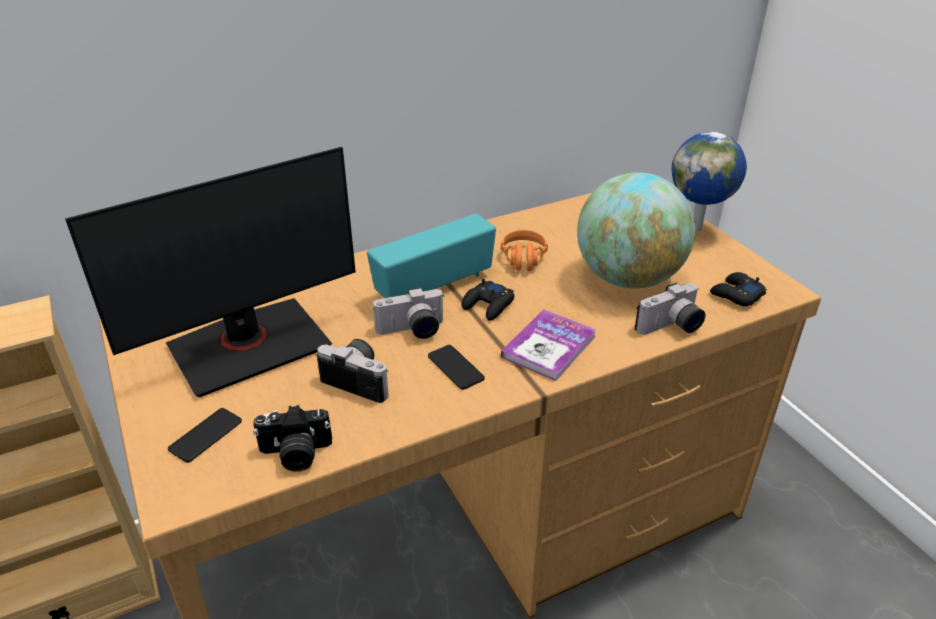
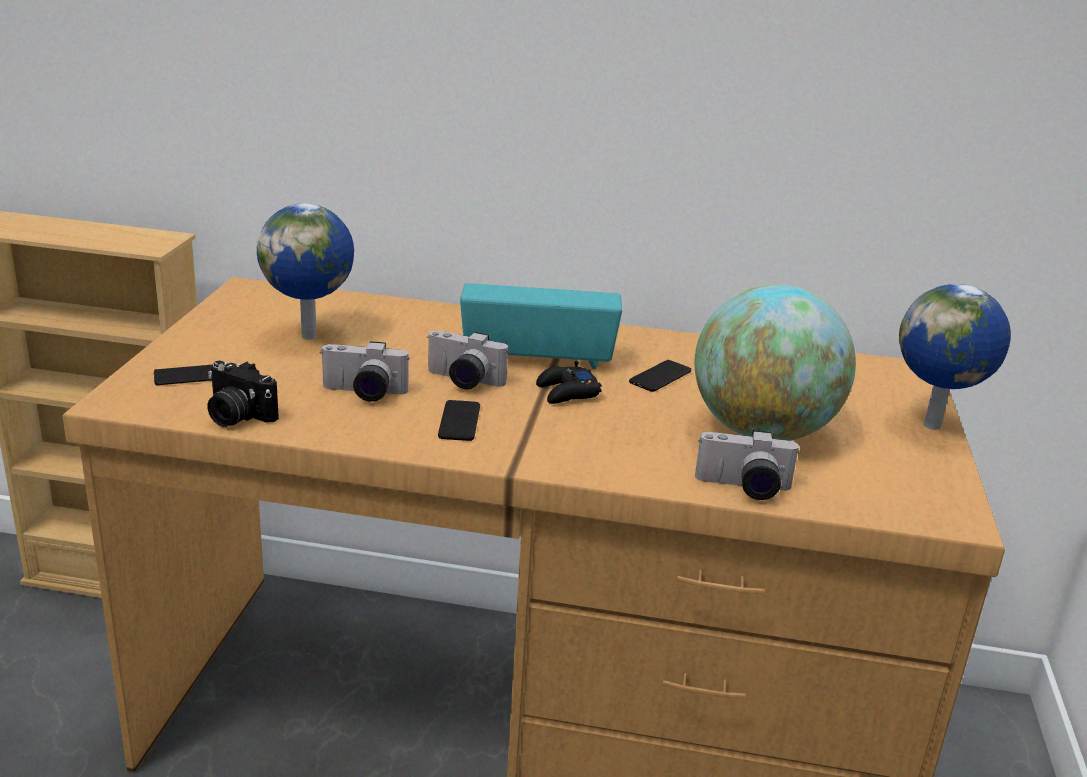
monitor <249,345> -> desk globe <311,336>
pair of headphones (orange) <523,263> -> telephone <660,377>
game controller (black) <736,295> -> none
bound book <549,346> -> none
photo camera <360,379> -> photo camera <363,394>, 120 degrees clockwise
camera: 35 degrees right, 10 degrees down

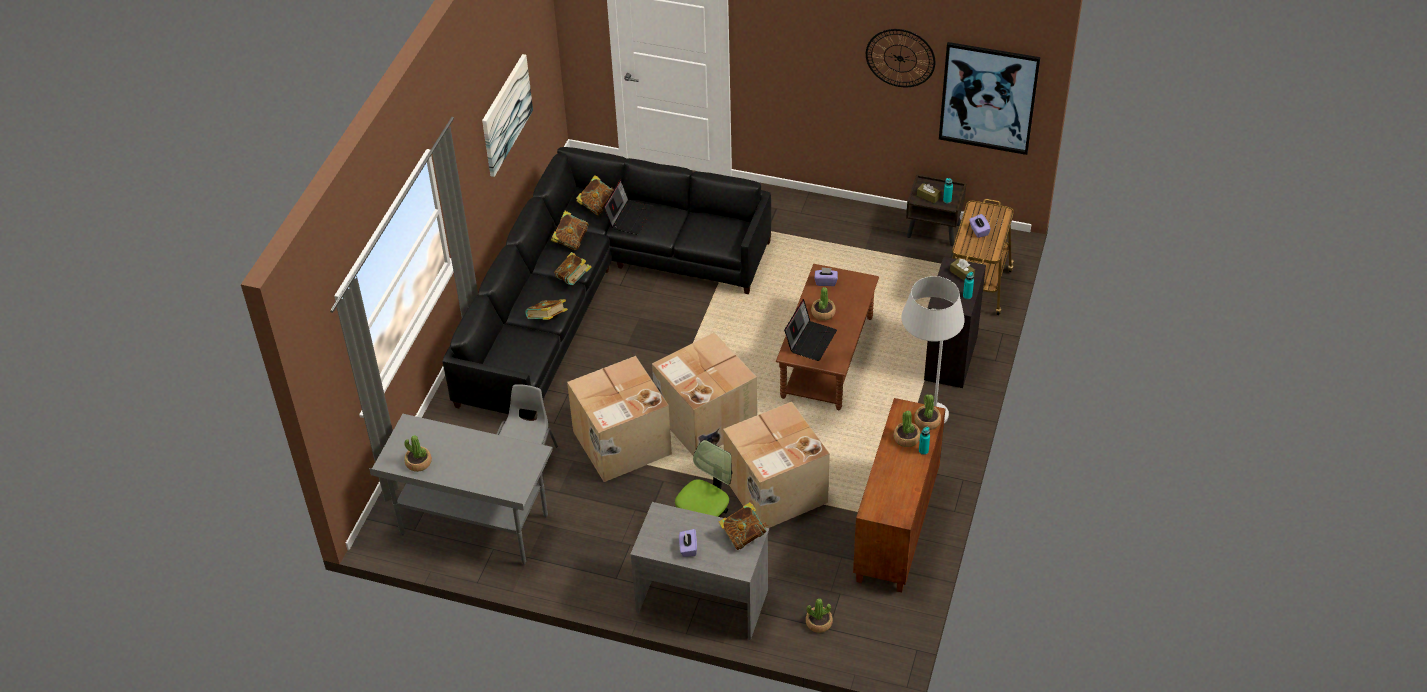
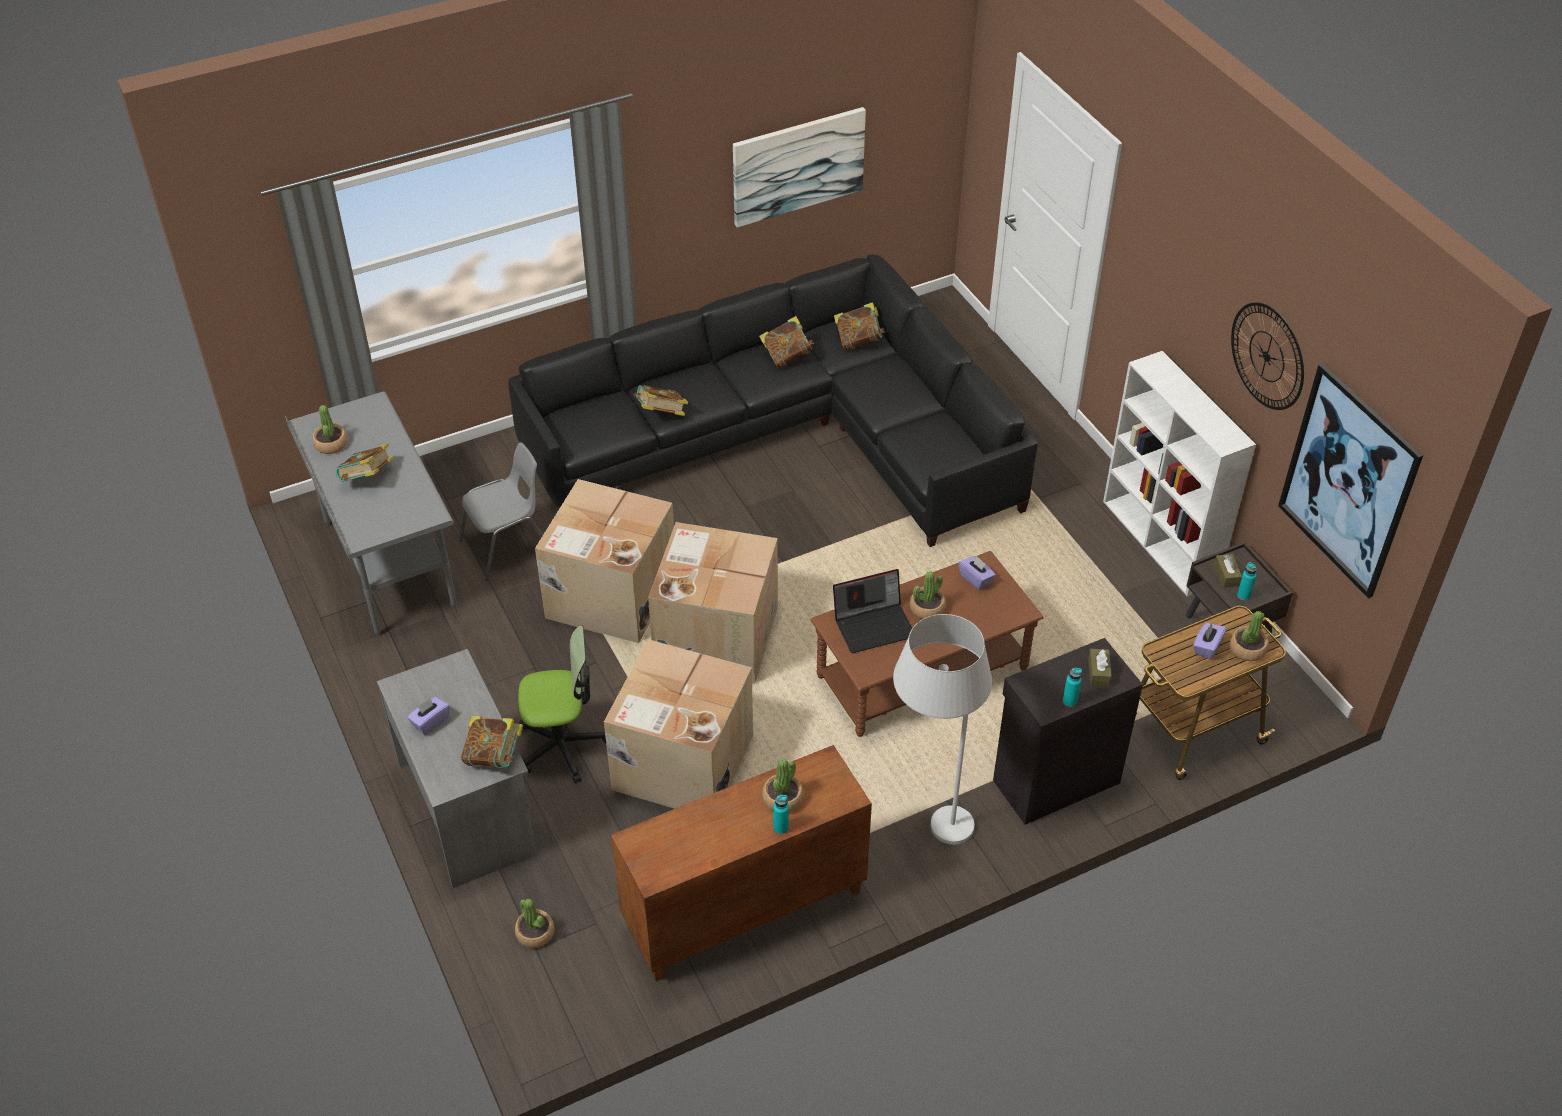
laptop <629,217> -> none
bound book <573,279> -> bound book <367,479>, relocated
potted plant <927,421> -> potted plant <1247,649>, relocated
none -> bookcase (white-coloured) <1161,542>
camera: 45 degrees right, 0 degrees up

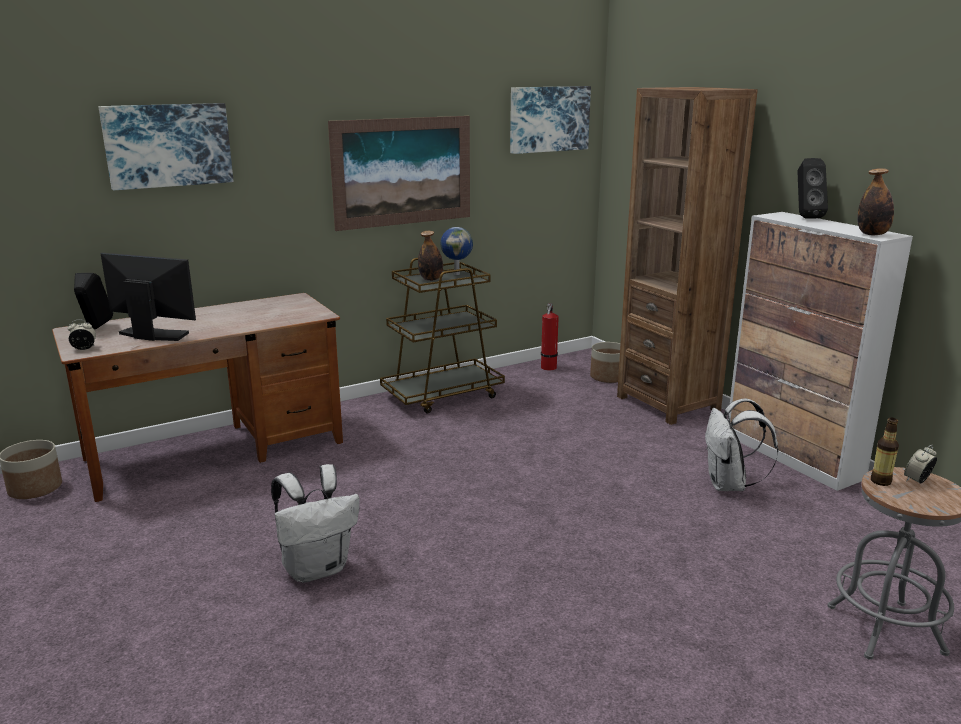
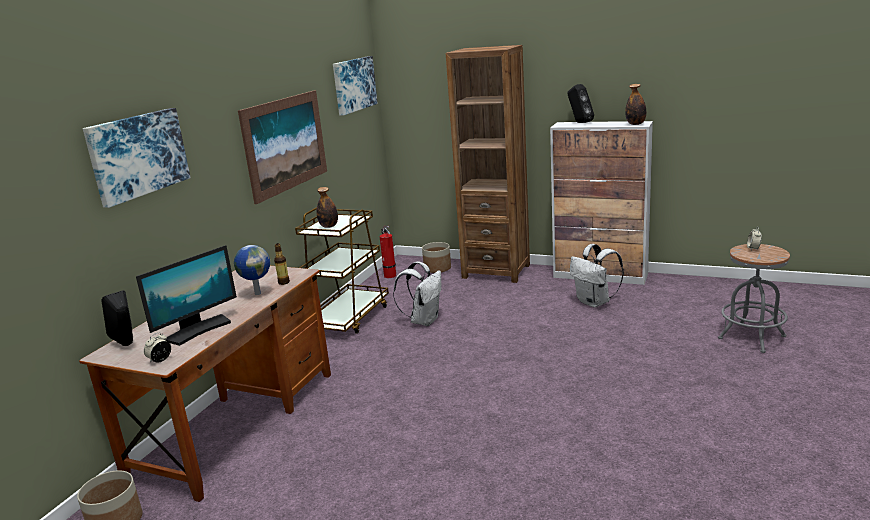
desk globe <457,274> -> desk globe <257,293>, relocated
monitor <153,335> -> monitor <198,330>, 150 degrees clockwise
drink bottle <880,481> -> drink bottle <283,282>, relocated
backpack (white-coloured) <317,568> -> backpack (white-coloured) <424,320>, relocated
camera: 35 degrees left, 0 degrees up

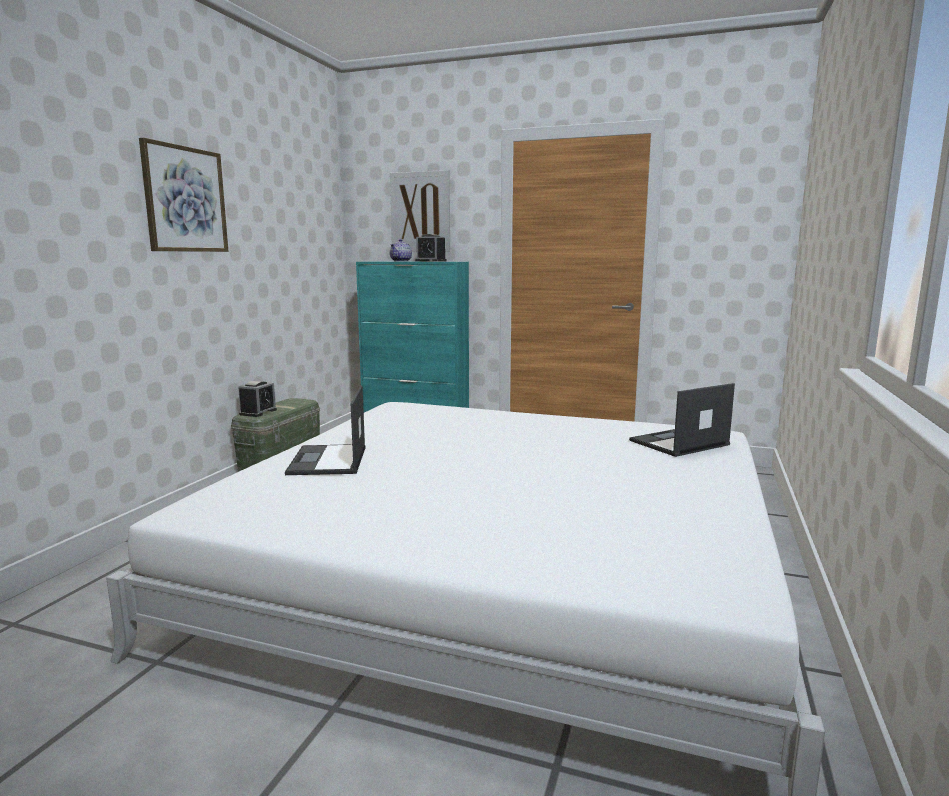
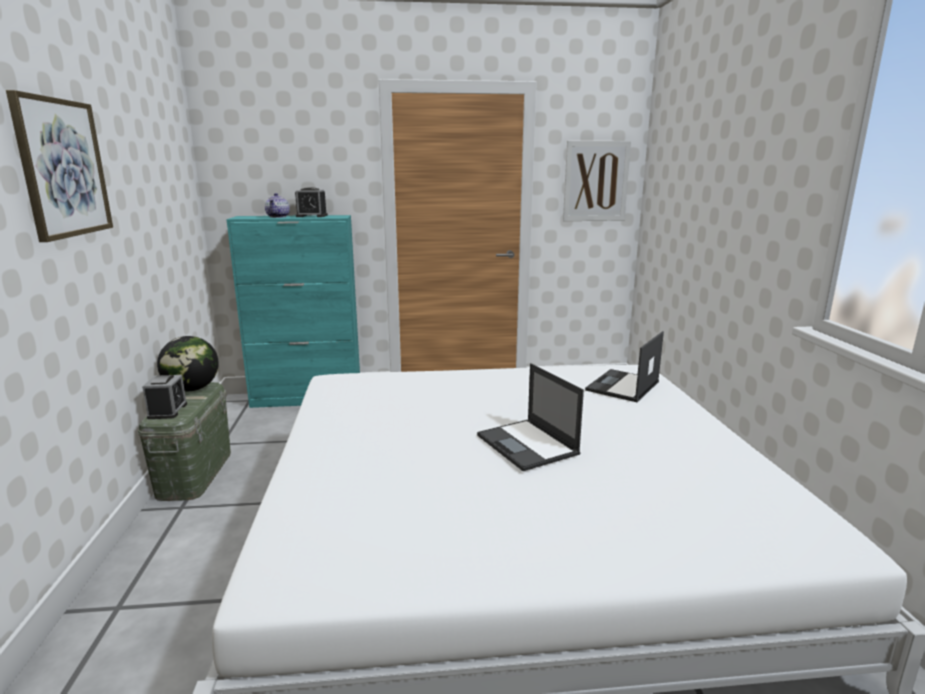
wall picture <420,212> -> wall picture <596,181>, relocated
laptop <328,461> -> laptop <528,445>, relocated
none -> desk globe <192,389>
camera: 25 degrees left, 5 degrees up

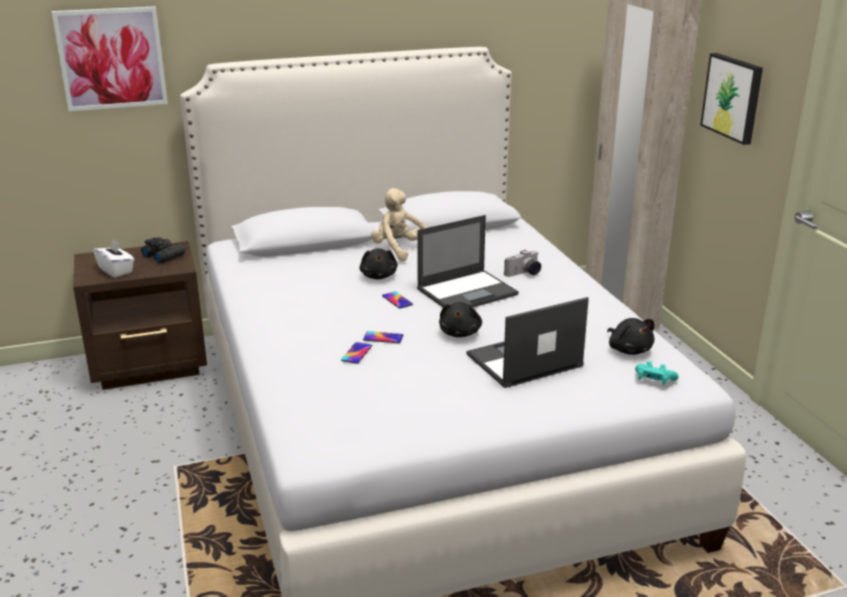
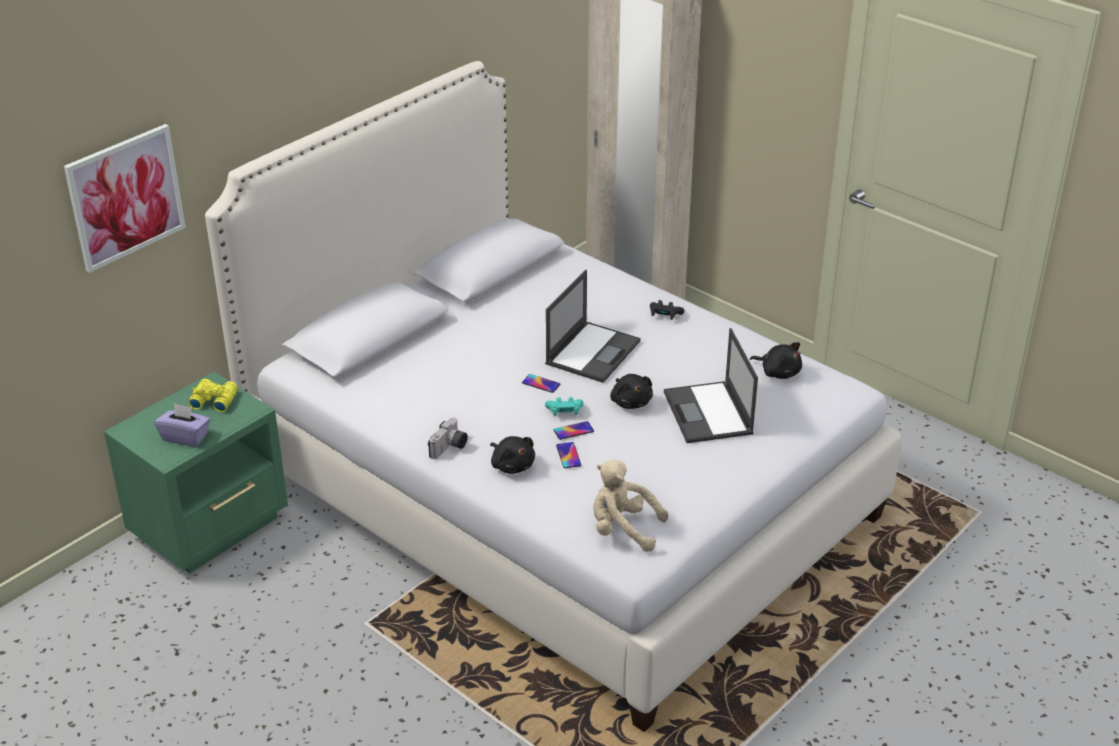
wall picture <733,97> -> none
soft toy (sand-coloured) <399,250> -> soft toy (sand-coloured) <623,529>, relocated
binoculars (black) <164,256> -> binoculars (yellow) <213,400>
box of tissues (white-coloured) <116,270> -> box of tissues (purplish) <185,437>
bedside table (brownish) <151,366> -> bedside table (greenish) <212,527>
soft toy (black) <379,276> -> soft toy (black) <512,465>, relocated
photo camera <524,274> -> photo camera <450,448>, relocated
laptop <523,361> -> laptop <708,413>, 45 degrees counterclockwise
game controller (turquoise-coloured) <654,380> -> game controller (turquoise-coloured) <564,412>, relocated
none -> game controller (black) <664,315>
camera: 30 degrees left, 10 degrees up

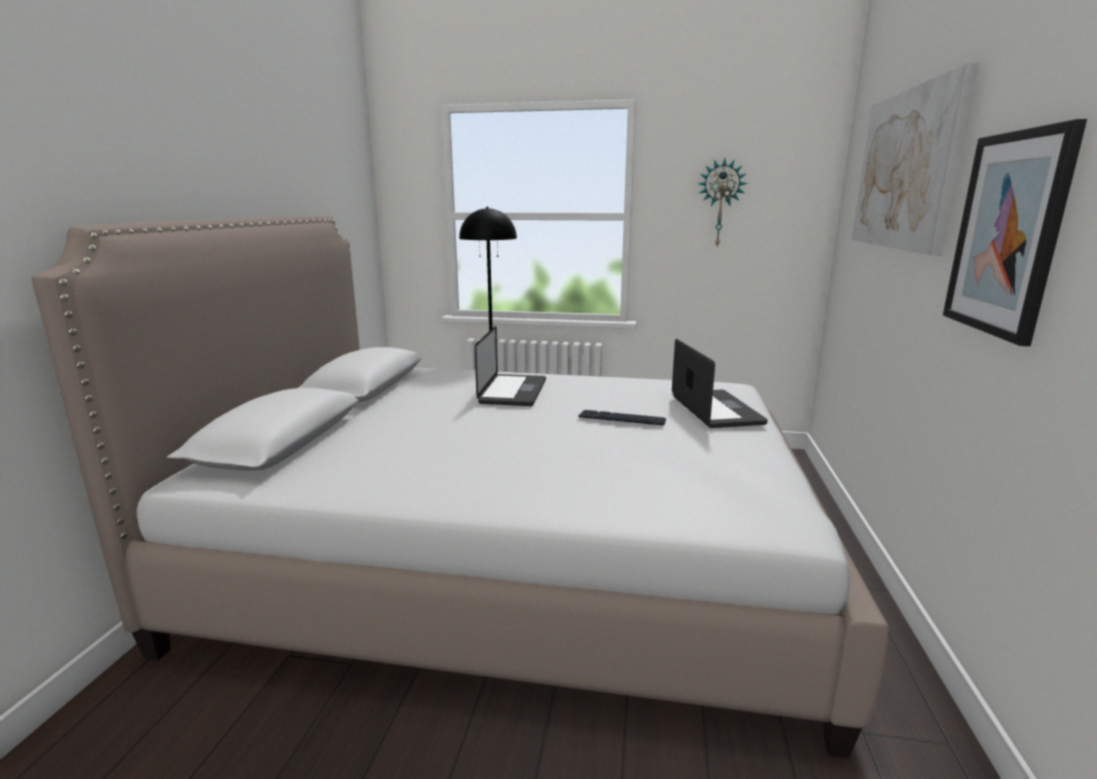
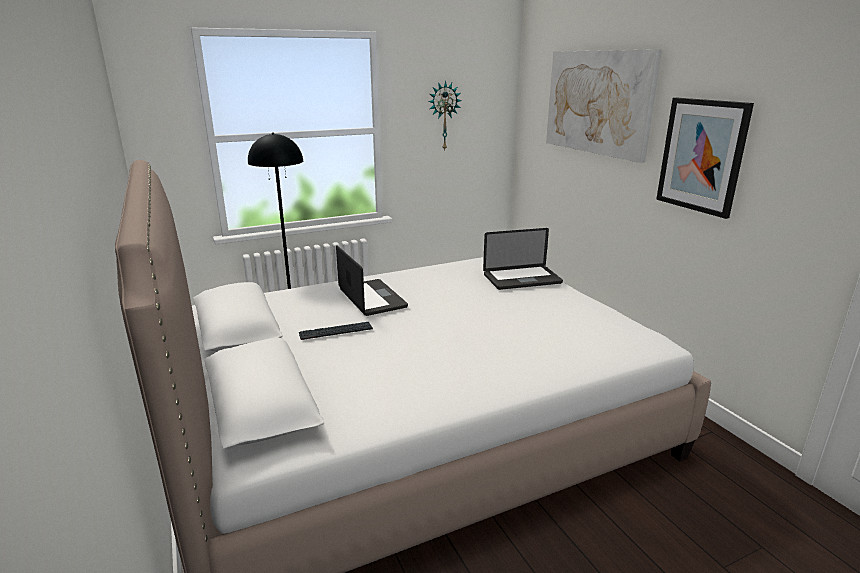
laptop <715,410> -> laptop <522,279>, 120 degrees clockwise
keyboard <622,419> -> keyboard <336,332>, relocated
camera: 35 degrees left, 5 degrees up

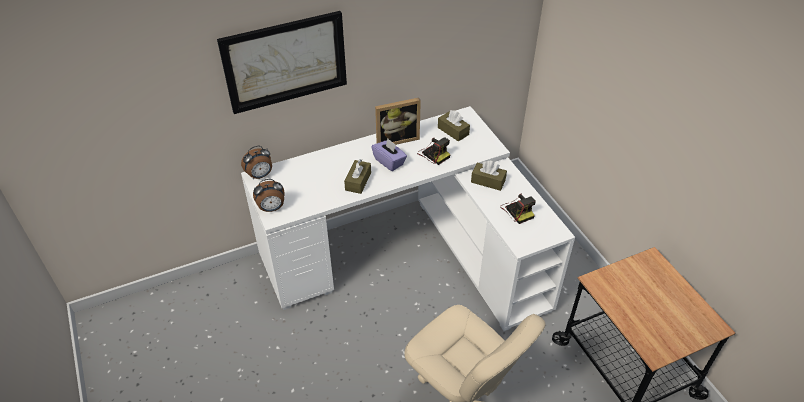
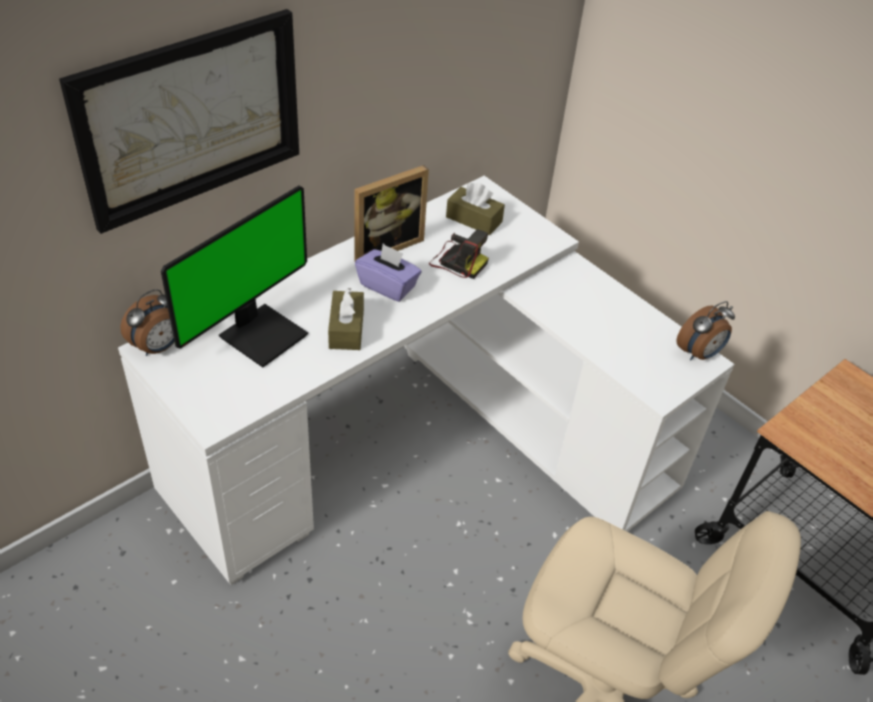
box of tissues (brownish) <488,181> -> none
table clock <271,208> -> table clock <699,354>, relocated
photo camera <517,210> -> none
none -> monitor <261,334>
camera: 20 degrees left, 0 degrees up

